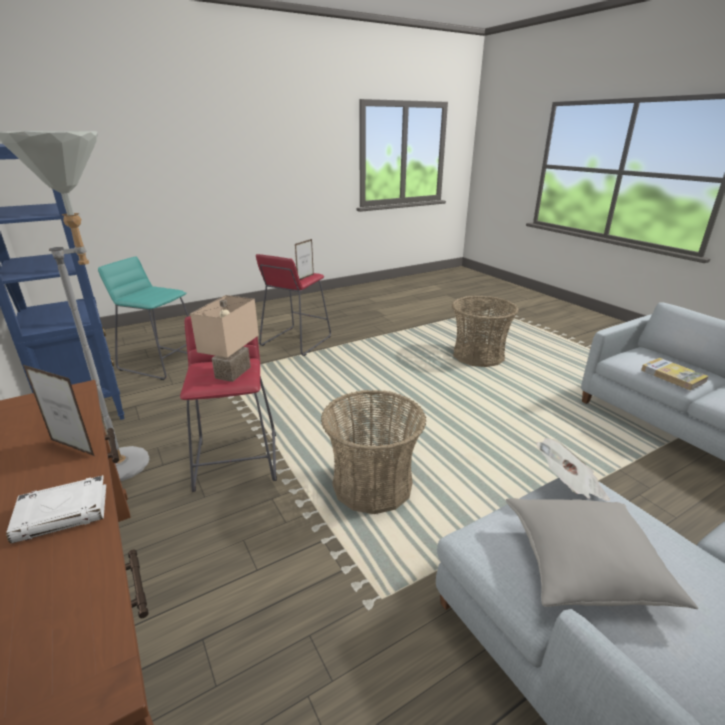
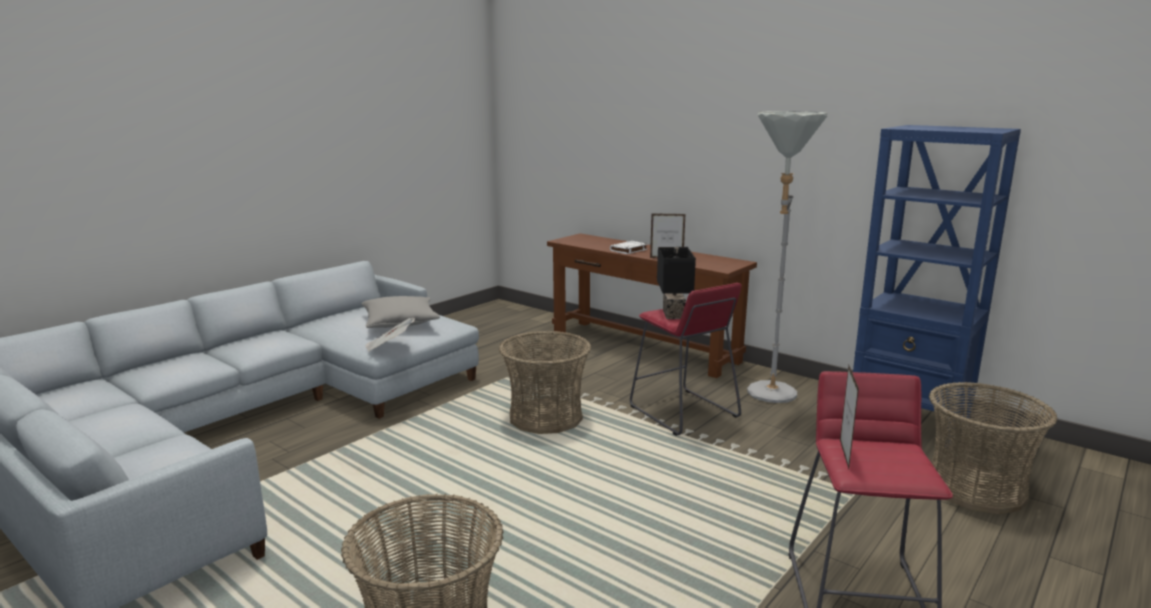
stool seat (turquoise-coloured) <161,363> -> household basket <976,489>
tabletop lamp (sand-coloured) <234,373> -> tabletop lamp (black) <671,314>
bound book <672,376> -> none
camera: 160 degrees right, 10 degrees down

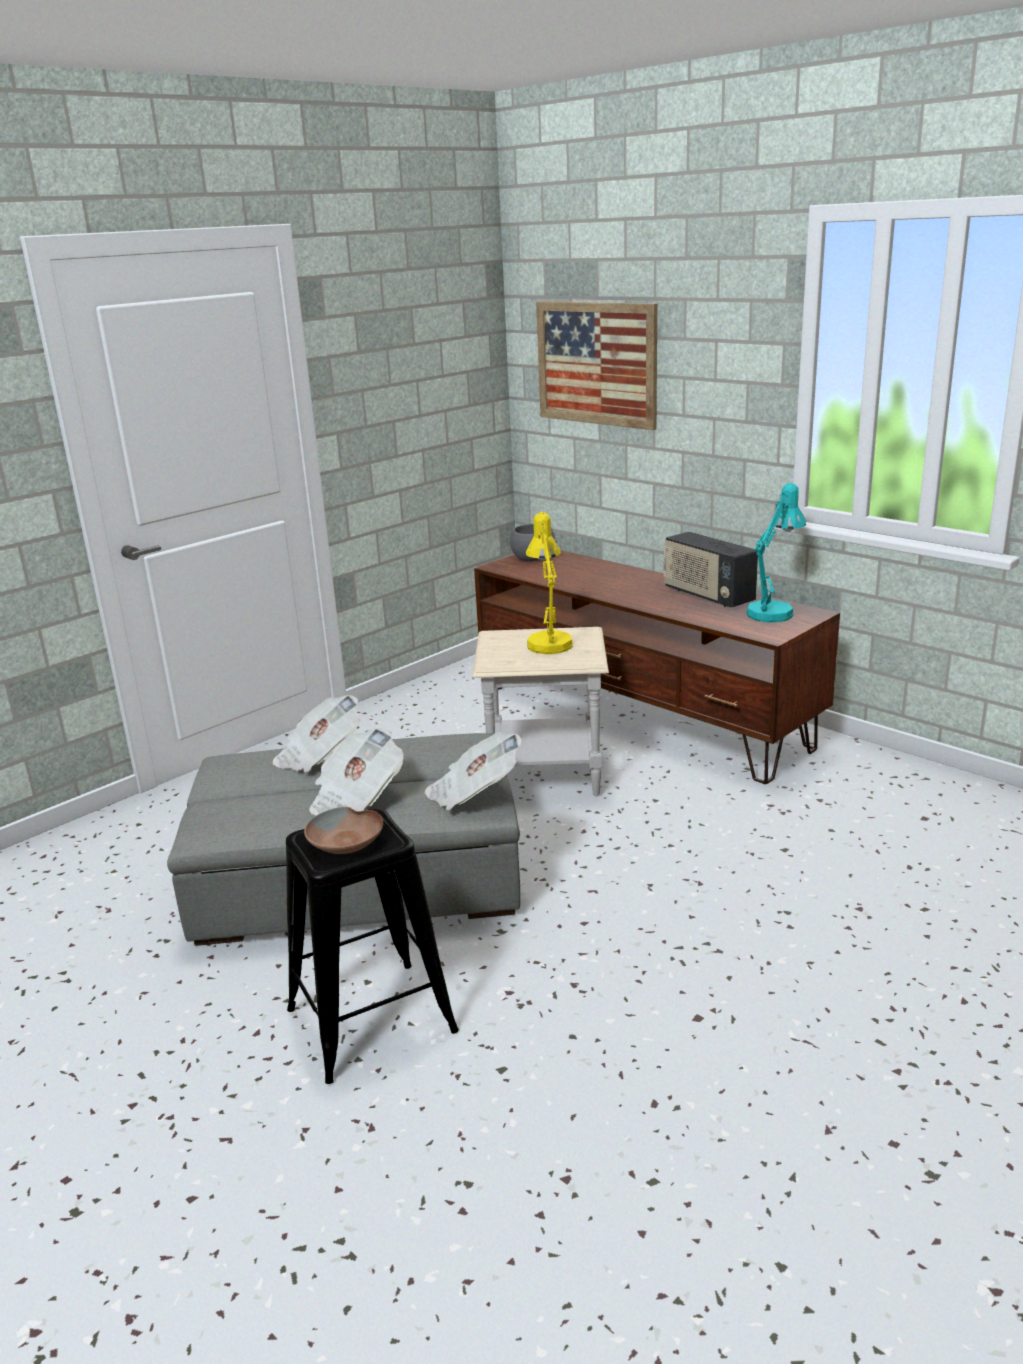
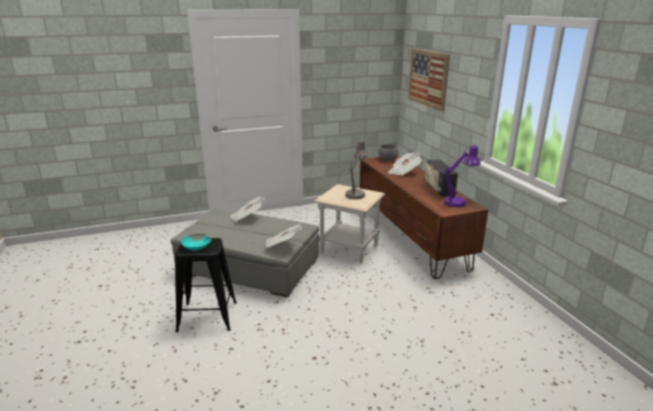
tabletop lamp (turquoise-coloured) <773,611> -> tabletop lamp (purplish) <458,202>
tabletop lamp (yellow) <548,642> -> tabletop lamp (gray) <356,194>
printed paper <356,797> -> printed paper <404,172>, relocated
deep dish (brownish) <347,842> -> deep dish (turquoise-coloured) <197,246>
camera: 25 degrees right, 0 degrees up

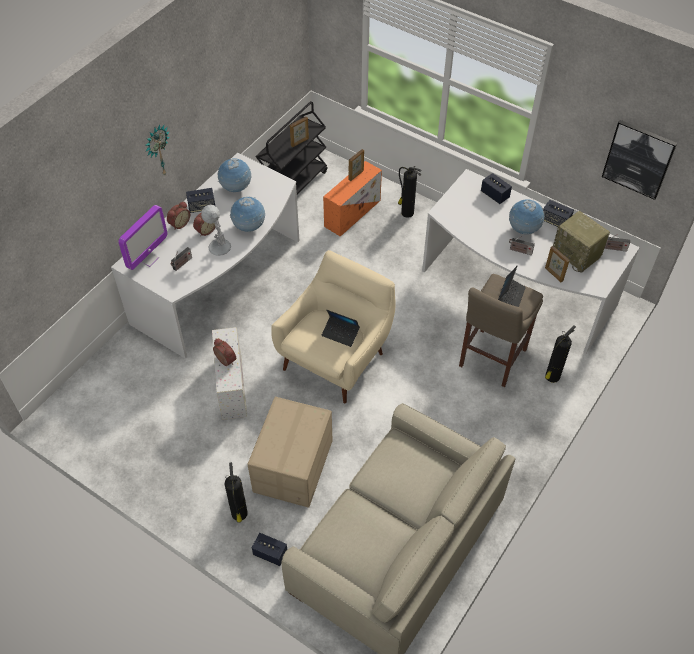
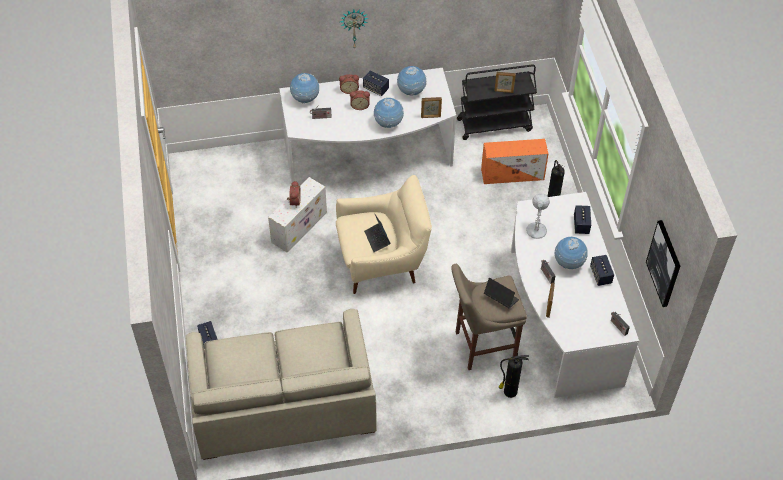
picture frame <356,175> -> picture frame <431,117>, relocated
monitor <148,259> -> desk globe <305,99>
tabletop lamp (white-coloured) <219,246> -> tabletop lamp (white-coloured) <536,229>, relocated
radio <577,254> -> none
laptop <511,296> -> laptop <500,298>, 120 degrees counterclockwise
carton <294,466> -> none
extinguisher <239,514> -> none
camera: 45 degrees right, 0 degrees up

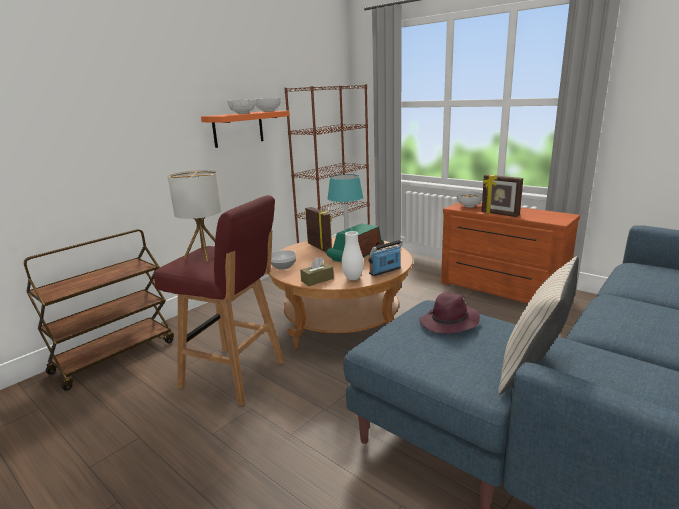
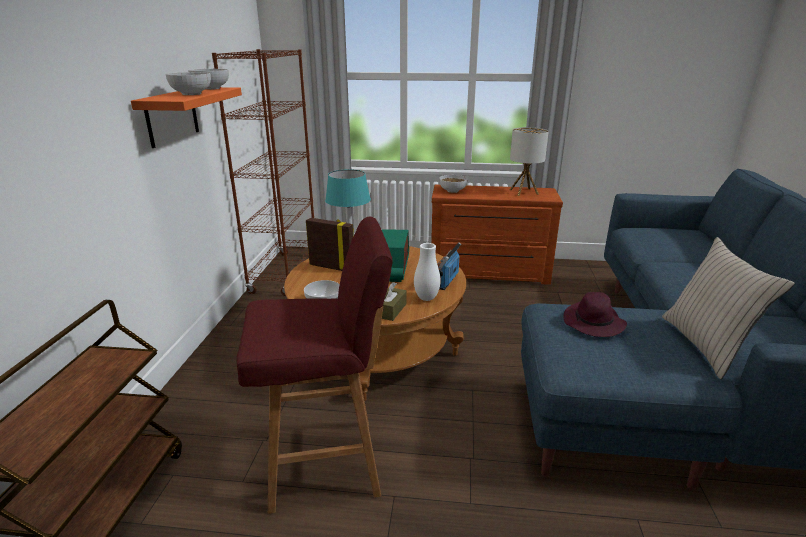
tabletop lamp <205,255> -> tabletop lamp <524,192>, relocated
picture frame <499,214> -> none
camera: 35 degrees left, 5 degrees up

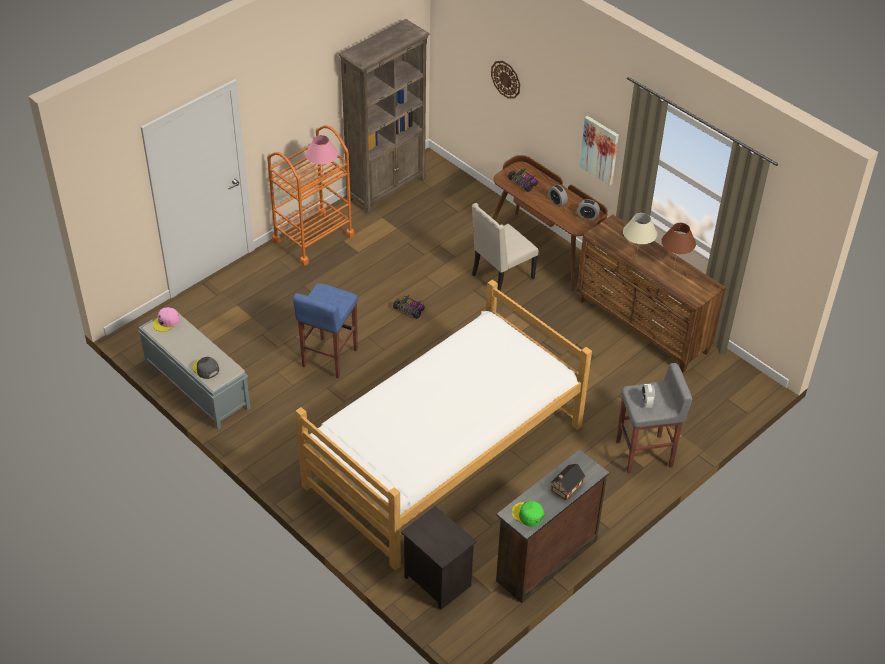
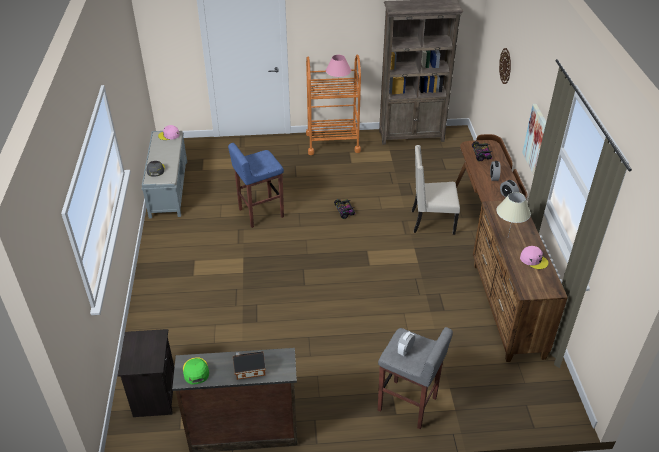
tabletop lamp (brownish) <673,268> -> cap (pink-coloured) <533,260>
bedroom bed <443,455> -> none
camera: 40 degrees right, 5 degrees down

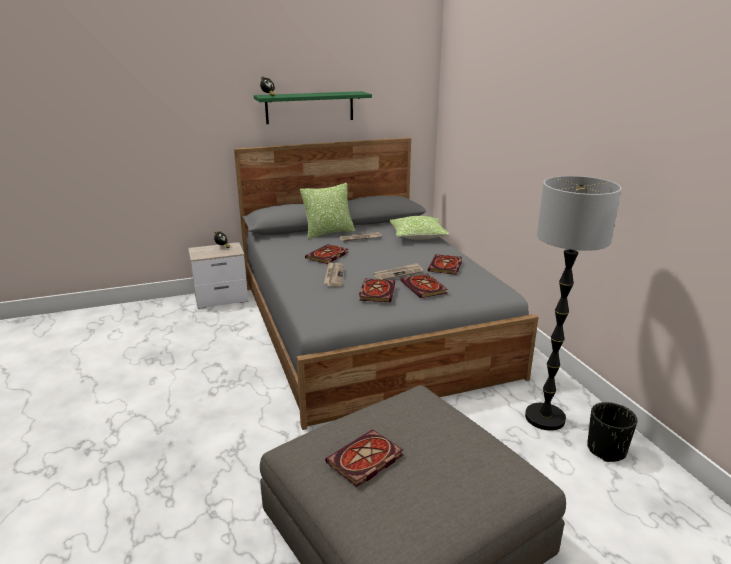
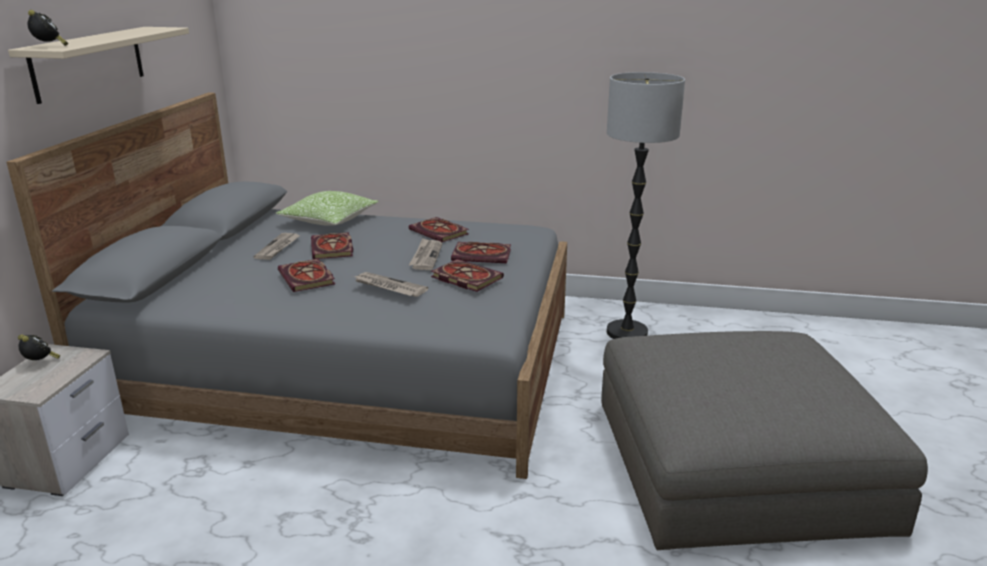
bracket shelf (greenish) <310,107> -> bracket shelf (sand-coloured) <89,63>
cushion <328,233> -> none
planter (black) <606,450> -> none
bound book <364,461> -> bound book <333,249>, relocated
camera: 60 degrees left, 0 degrees up

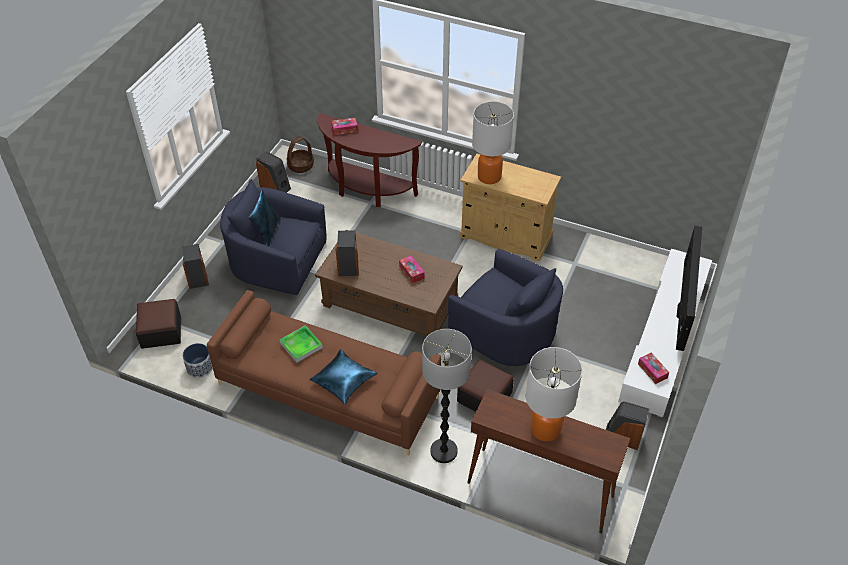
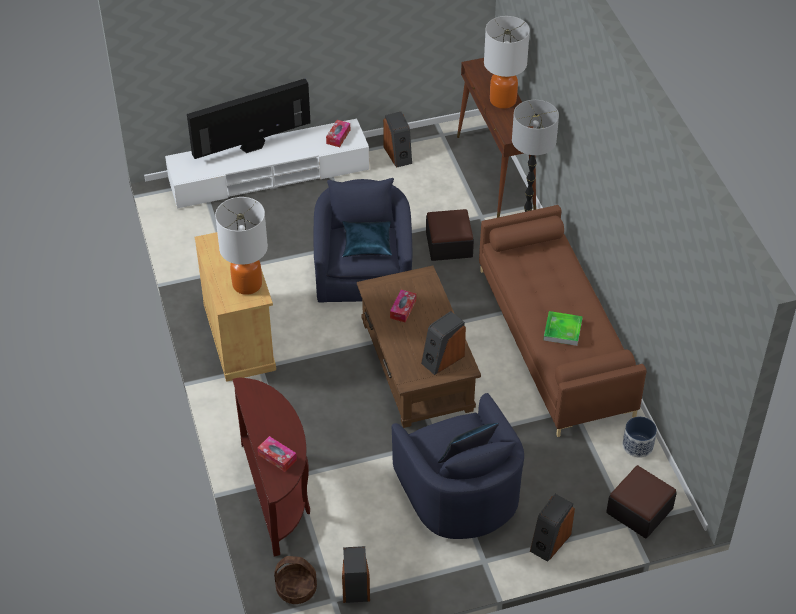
cushion (blue-coloured) <343,380> -> cushion (blue-coloured) <367,244>, relocated
camera: 130 degrees left, 0 degrees up

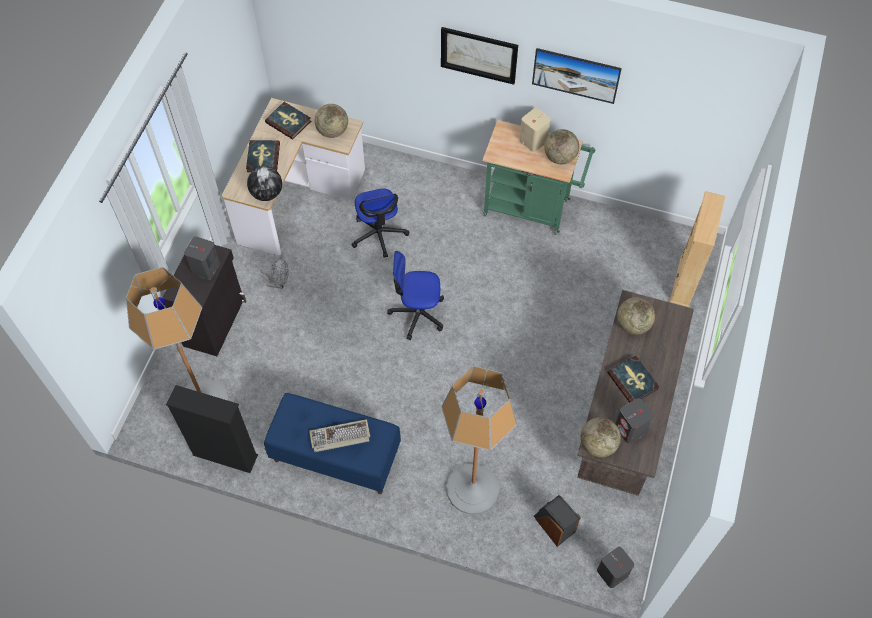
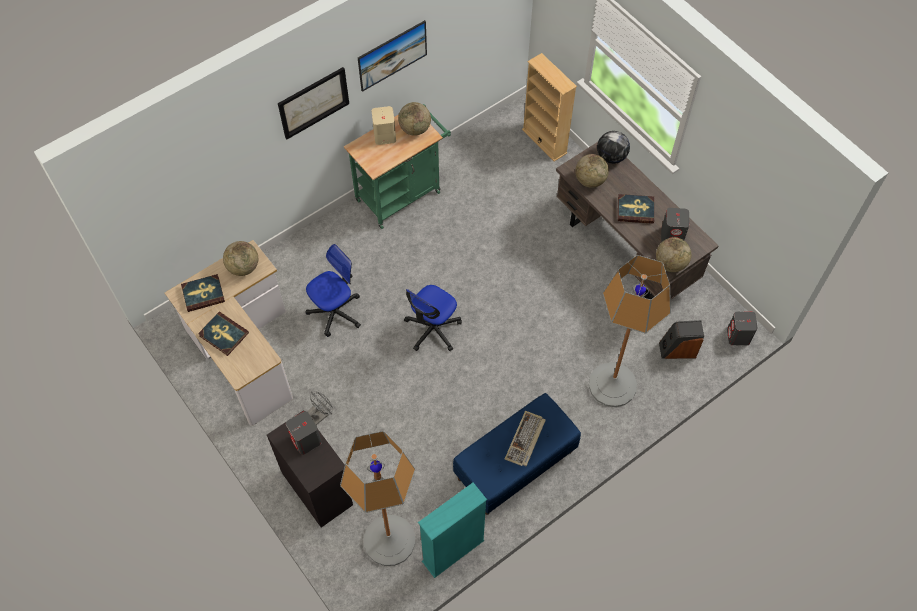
desk globe <267,193> -> desk globe <611,157>, relocated
computer chair <379,234> -> computer chair <335,312>, 60 degrees counterclockwise
bookcase (black) <225,455> -> bookcase (turquoise-coloured) <453,551>
camera: 55 degrees left, 0 degrees up

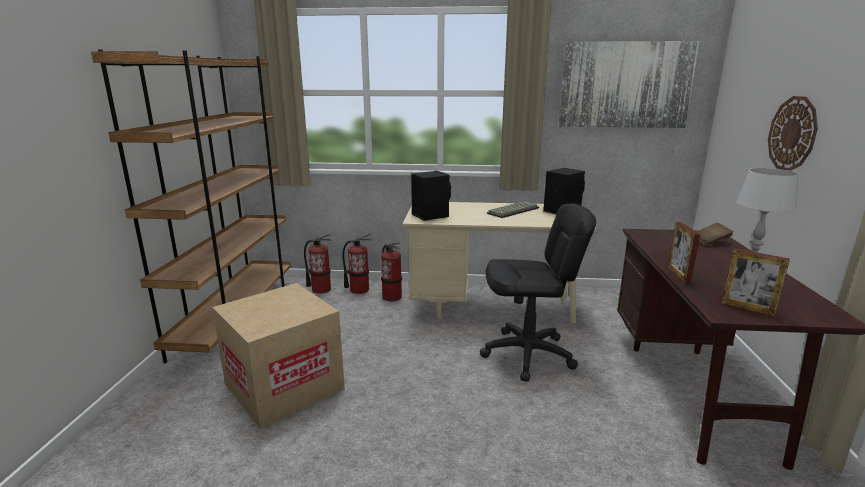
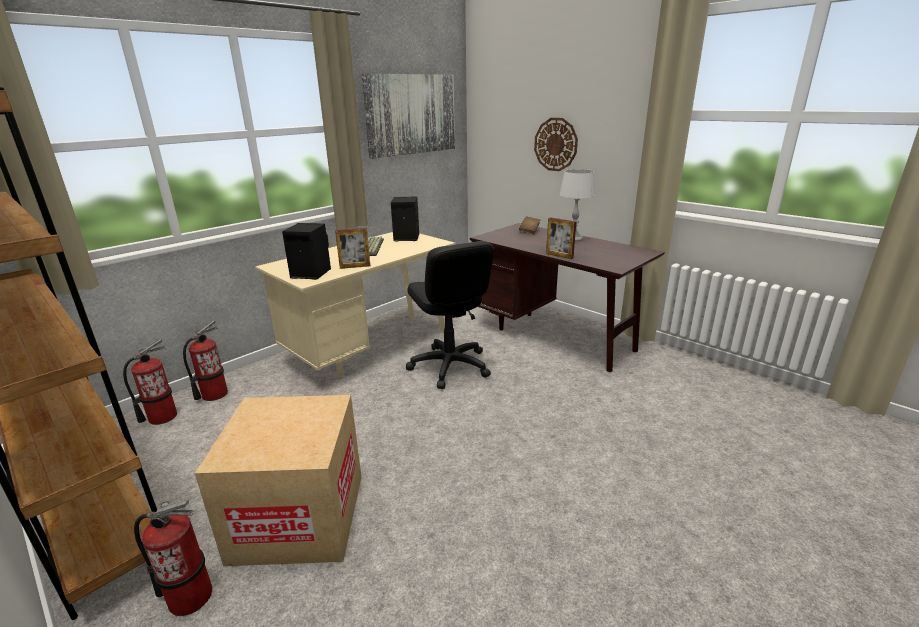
computer chair (black) <528,354> -> computer chair (black) <449,366>, 120 degrees clockwise
extinguisher <392,297> -> extinguisher <190,596>, relocated
picture frame <747,308> -> picture frame <355,266>, relocated
camera: 50 degrees left, 5 degrees up

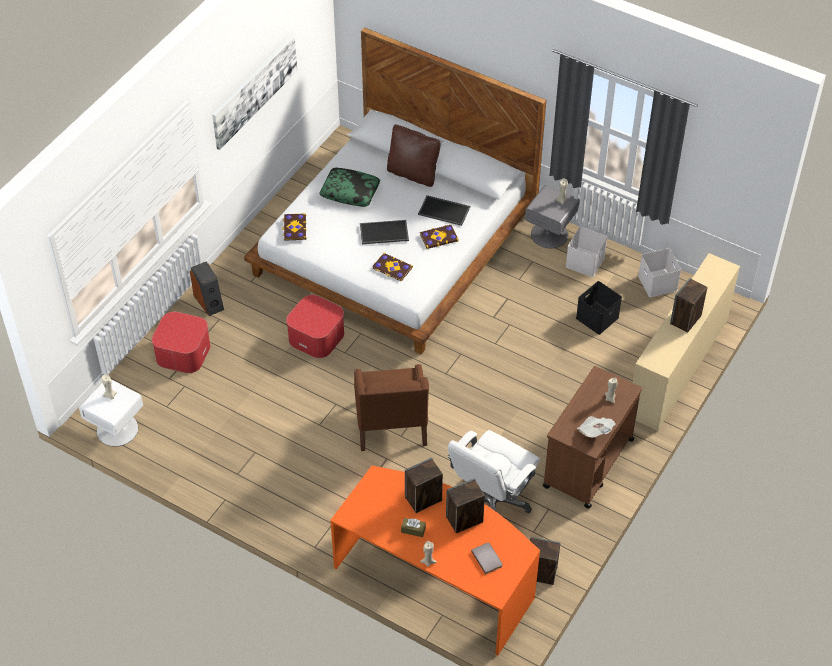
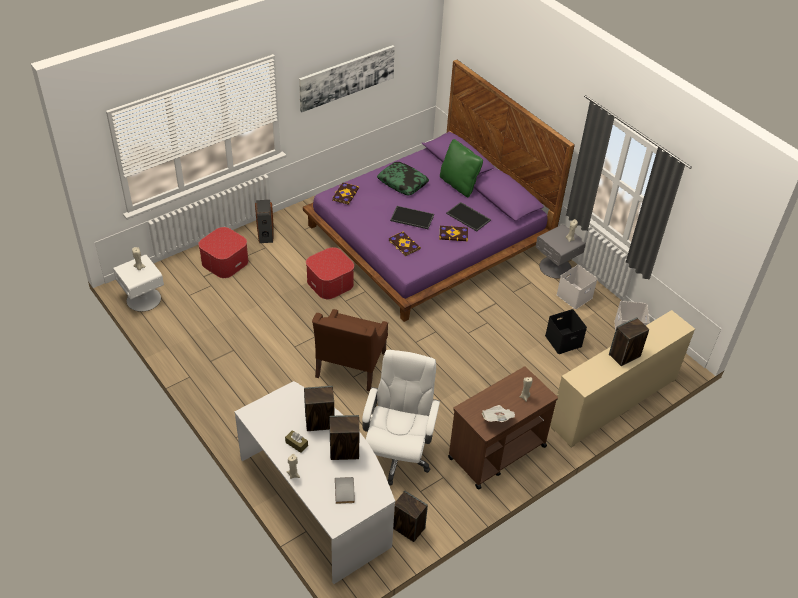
bedroom bed (white-coloured) <394,243> -> bedroom bed (purplish) <427,236>
cushion (brownish) <413,174> -> cushion (greenish) <459,185>
computer chair (white-coloured) <491,502> -> computer chair (white-coloured) <397,454>, 135 degrees clockwise
desk unit (orange) <436,578> -> desk unit (white-coloured) <318,499>
camera: 20 degrees right, 5 degrees down

